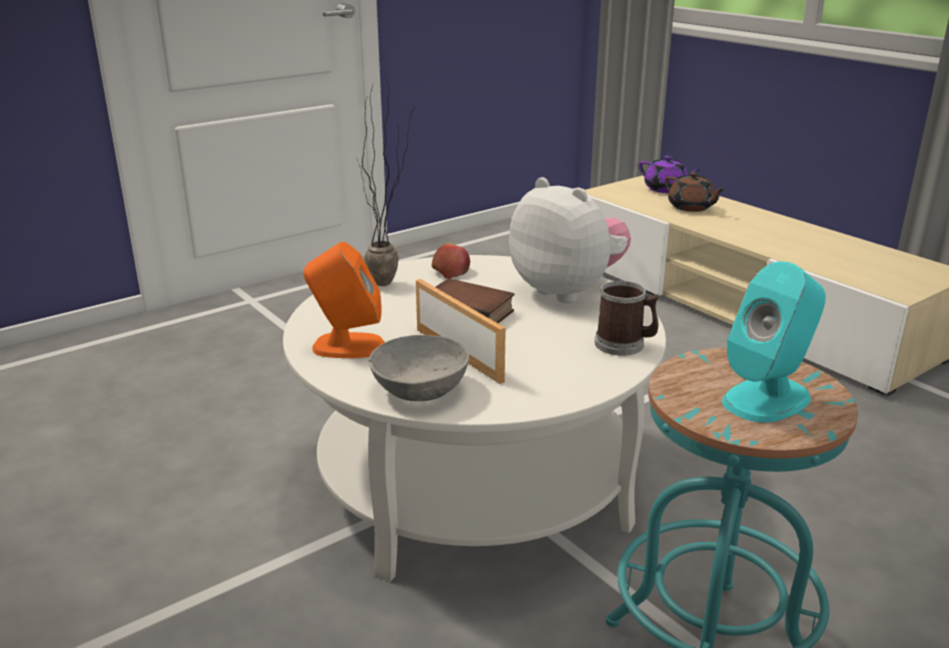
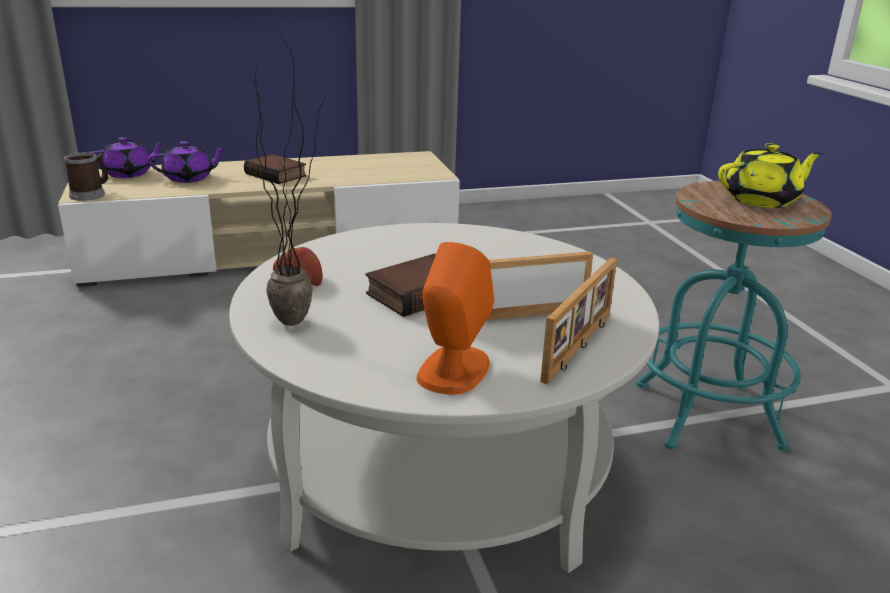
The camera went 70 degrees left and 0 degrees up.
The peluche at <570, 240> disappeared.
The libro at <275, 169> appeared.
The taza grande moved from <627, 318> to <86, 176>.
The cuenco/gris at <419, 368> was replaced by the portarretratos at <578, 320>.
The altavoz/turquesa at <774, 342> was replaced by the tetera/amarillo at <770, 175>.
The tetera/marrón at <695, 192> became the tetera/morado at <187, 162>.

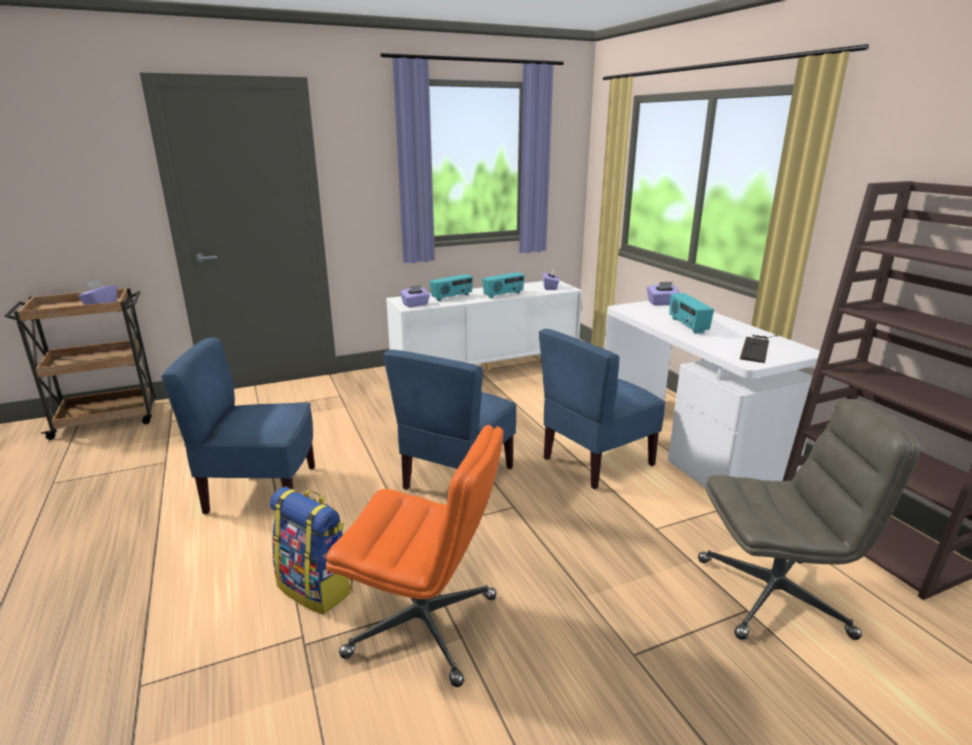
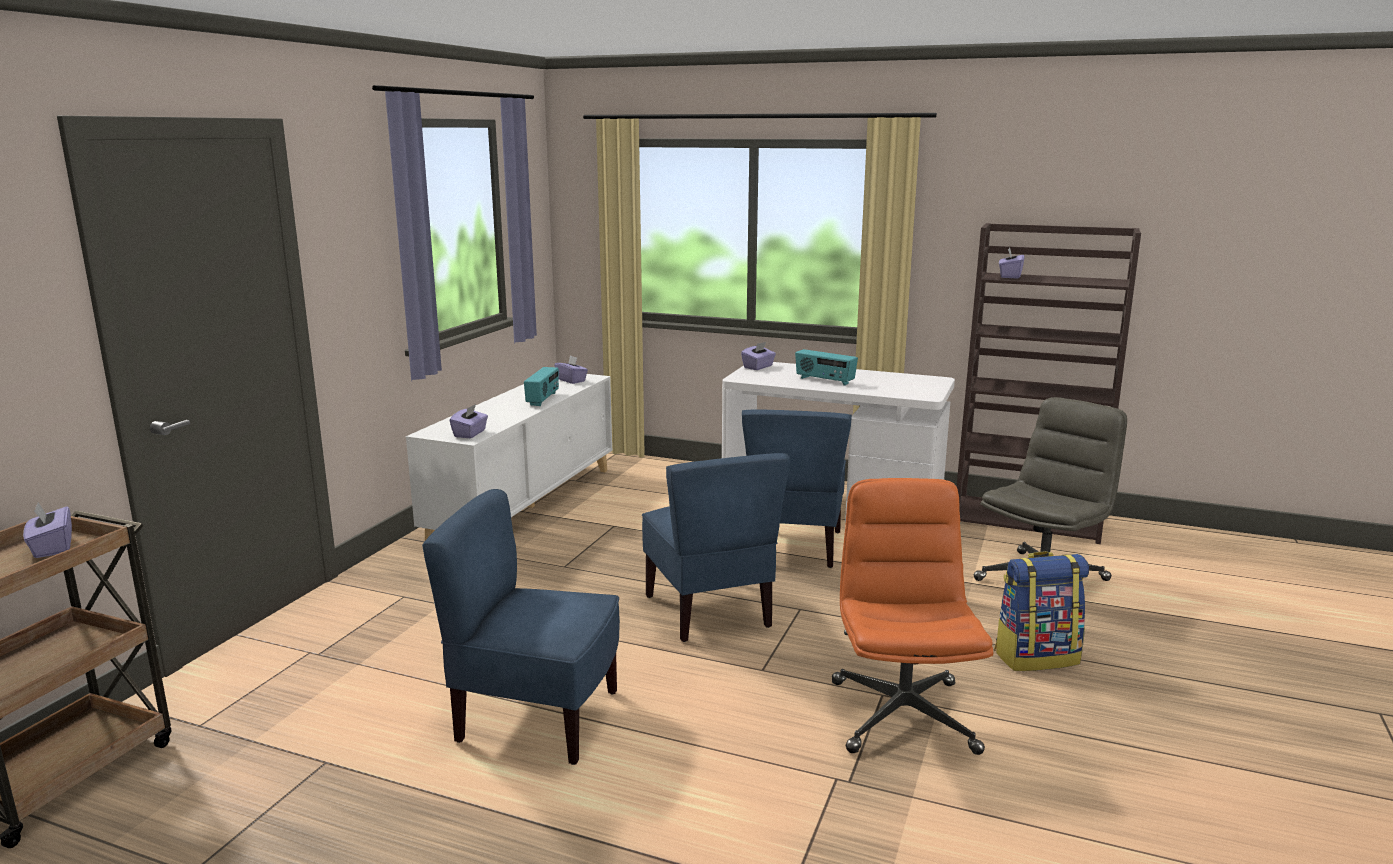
The camera went 45 degrees left and 5 degrees down.
The radio at <451, 287> disappeared.
The teclado at <758, 349> disappeared.
The caja de pañuelos/morado at <1012, 263> appeared.
The mochila moved from <311, 551> to <1041, 611>.
The silla/azul at <238, 425> turned 60 degrees clockwise.
The silla de oficina/naranja at <415, 556> turned 60 degrees counterclockwise.

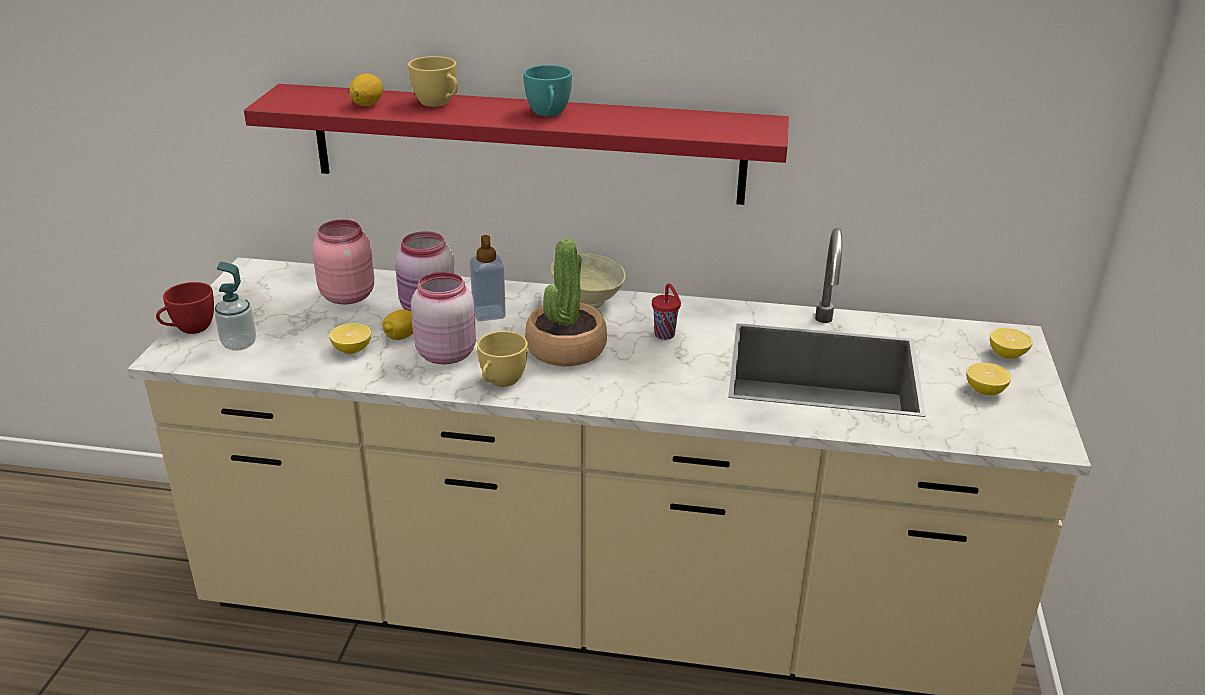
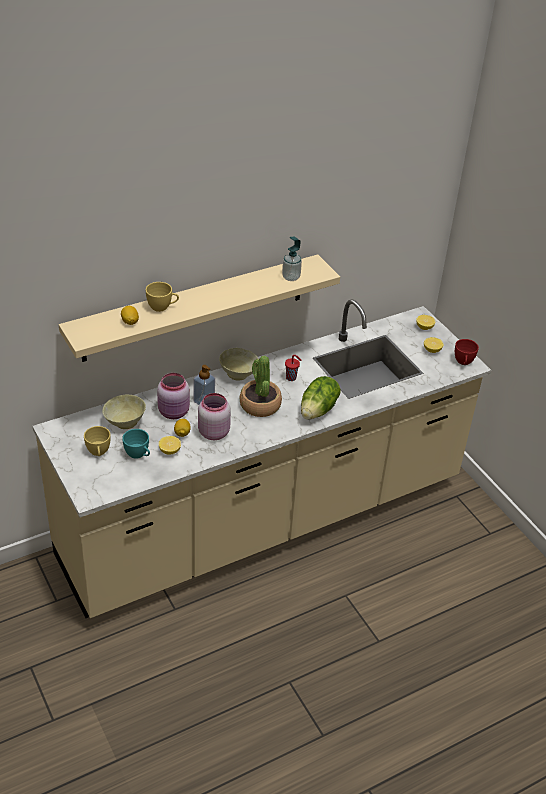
The camera went 40 degrees left and 10 degrees up.
The lechuga at <321, 398> appeared.
The taza/rojo moved from <185, 308> to <467, 352>.
The dispensador de jabón moved from <235, 306> to <292, 259>.
The taza/amarillo moved from <502, 359> to <97, 441>.
The taza/turquesa moved from <547, 91> to <136, 444>.
The tarro/rosa at <343, 262> was replaced by the cuenco/beis at <124, 412>.
The estante/rojo at <516, 144> became the estante/beis at <199, 308>.

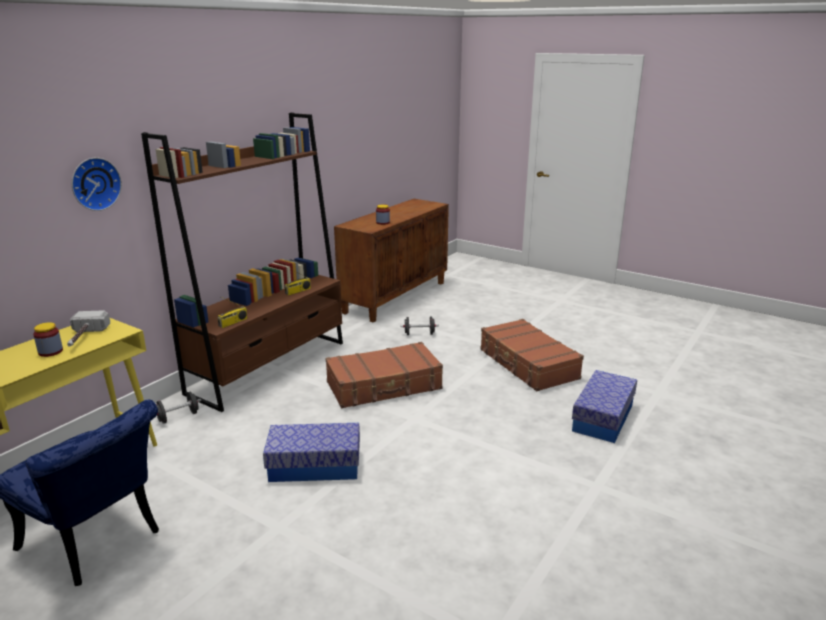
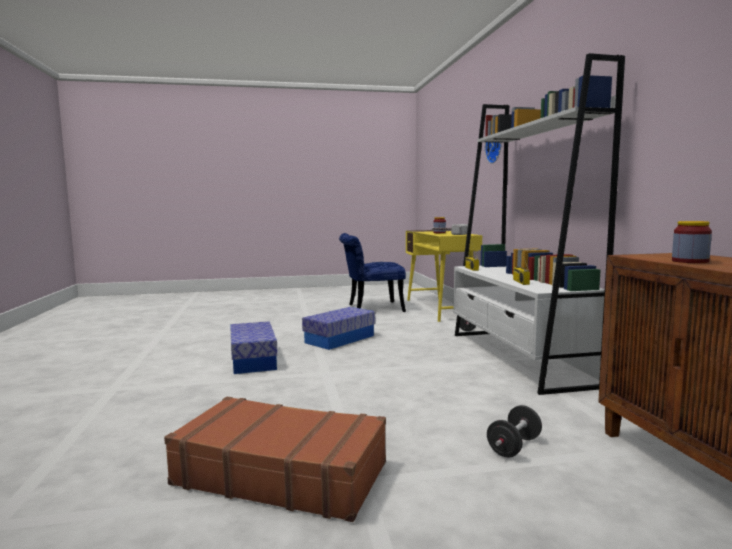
The camera went 135 degrees right and 15 degrees down.
The maleta/marrón at <384, 375> disappeared.
The caja de almacenaje moved from <604, 406> to <254, 347>.
The estantería/marrón at <242, 262> became the estantería/blanco at <539, 224>.

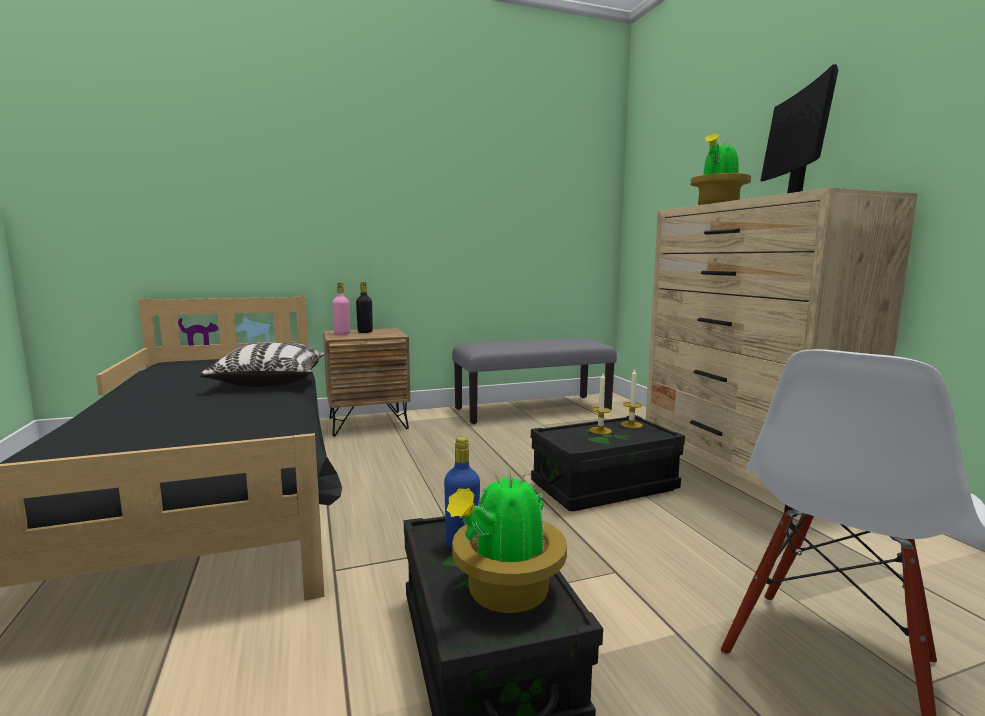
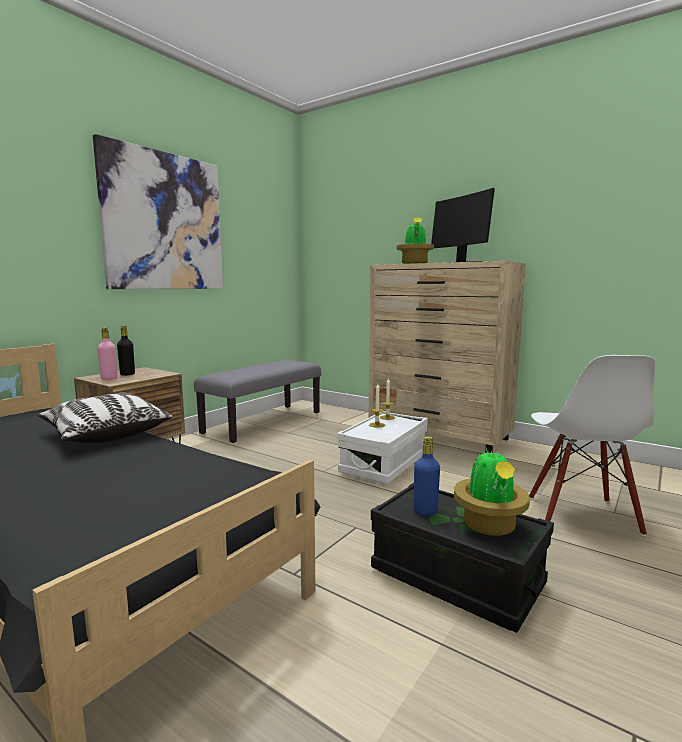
The camera went 35 degrees left and 0 degrees up.
The cuadro at <158, 211> appeared.
The caja de almacenaje/negro at <608, 463> became the caja de almacenaje/blanco at <382, 448>.

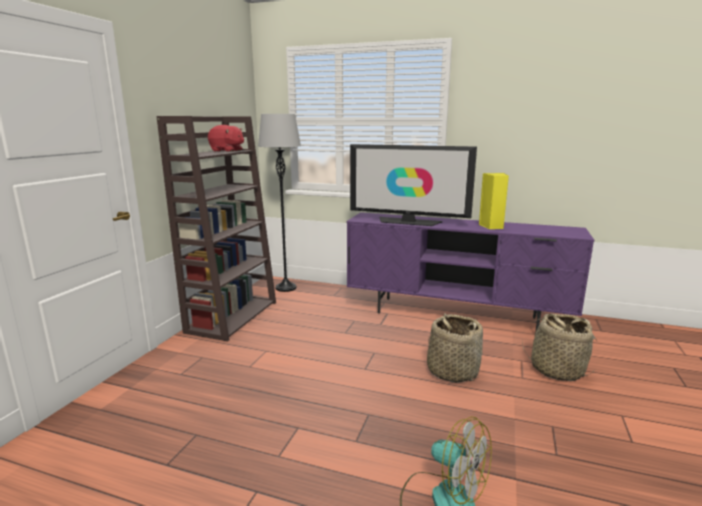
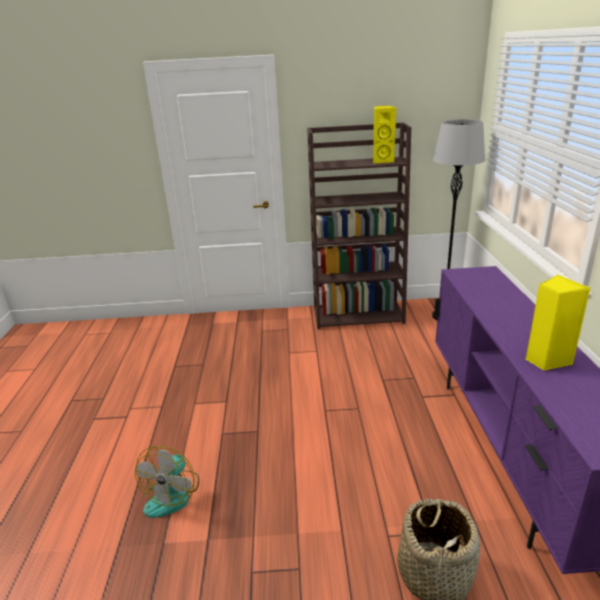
The camera went 70 degrees right and 10 degrees up.
The televisor at <413, 185> disappeared.
The cesta at <455, 348> disappeared.
The peluche/rojo at <226, 138> was replaced by the altavoz/amarillo at <385, 134>.

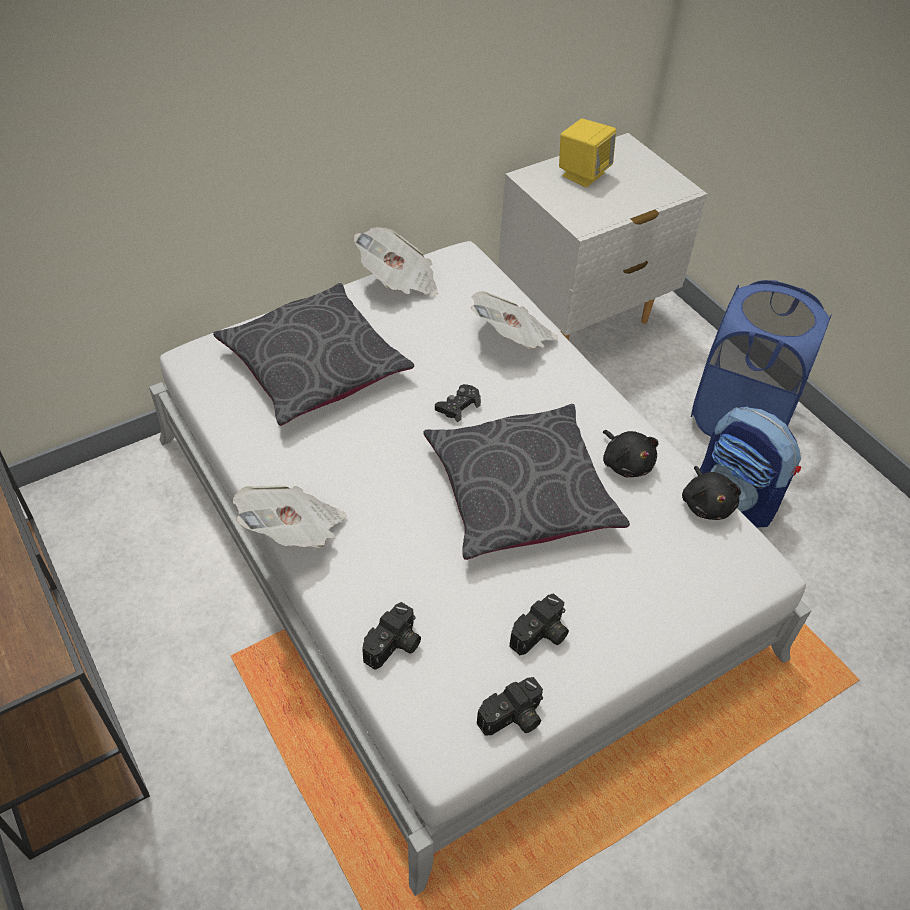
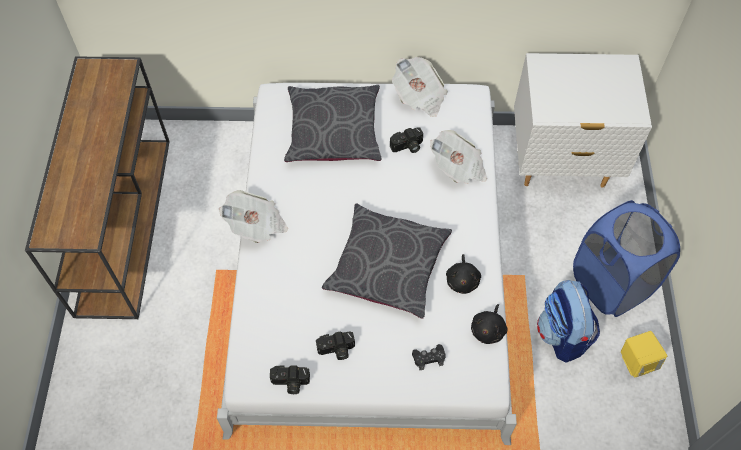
The camera went 35 degrees right and 10 degrees up.
The cámara moved from <391, 636> to <406, 140>.
The mando de consola/negro moved from <458, 403> to <429, 357>.
The altavoz/amarillo moved from <587, 153> to <644, 354>.

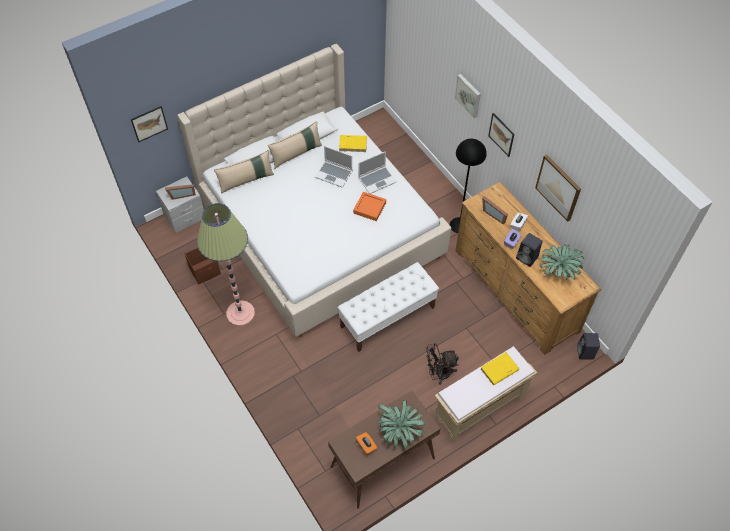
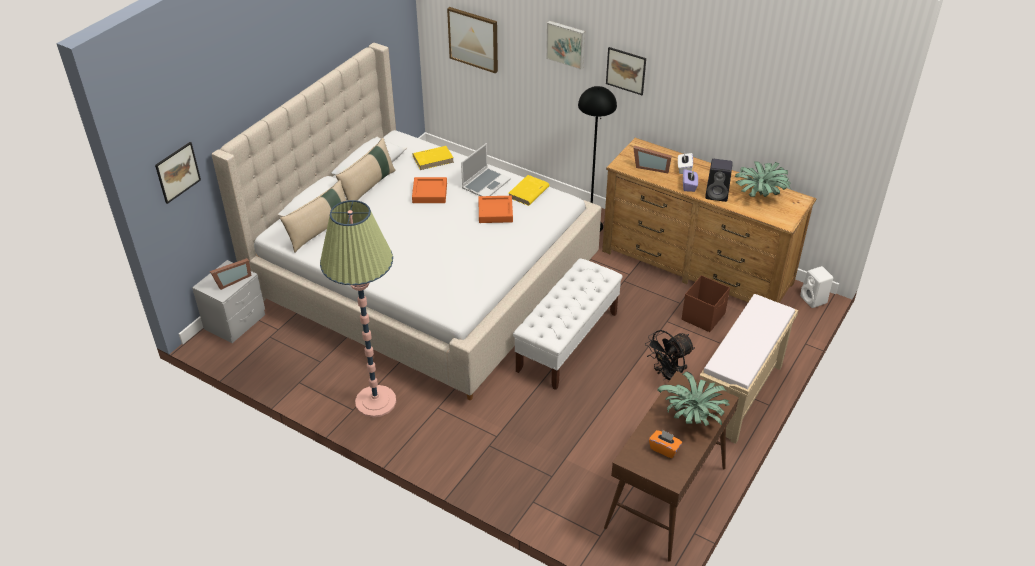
The camera went 25 degrees left and 15 degrees down.
The caja de almacenaje/marrón moved from <203, 266> to <706, 303>.
The libro/amarillo moved from <500, 368> to <529, 190>.
The cuadro moved from <558, 188> to <472, 40>.
The portátil at <333, 167> was replaced by the bandeja/naranja at <429, 190>.
The altavoz/negro at <588, 346> became the altavoz/blanco at <816, 287>.

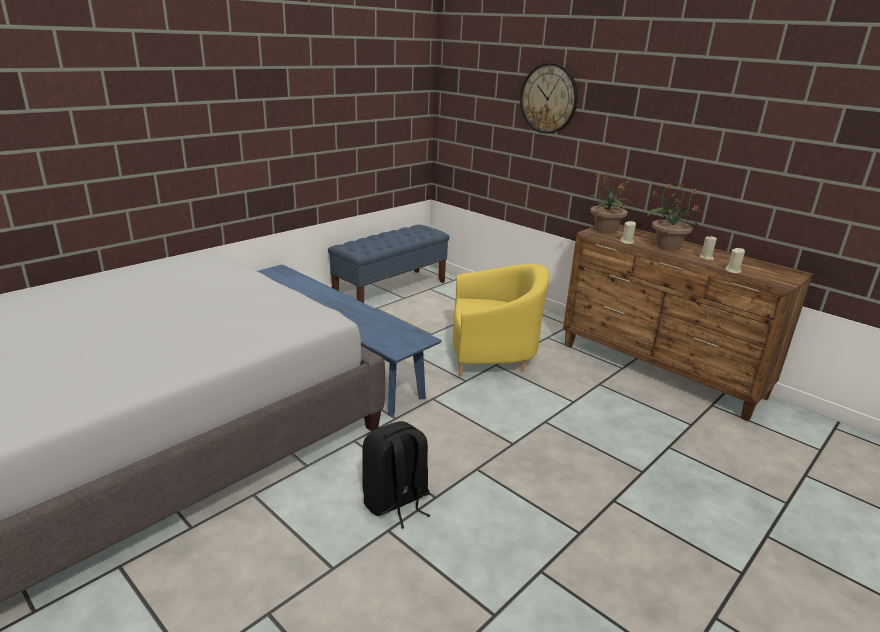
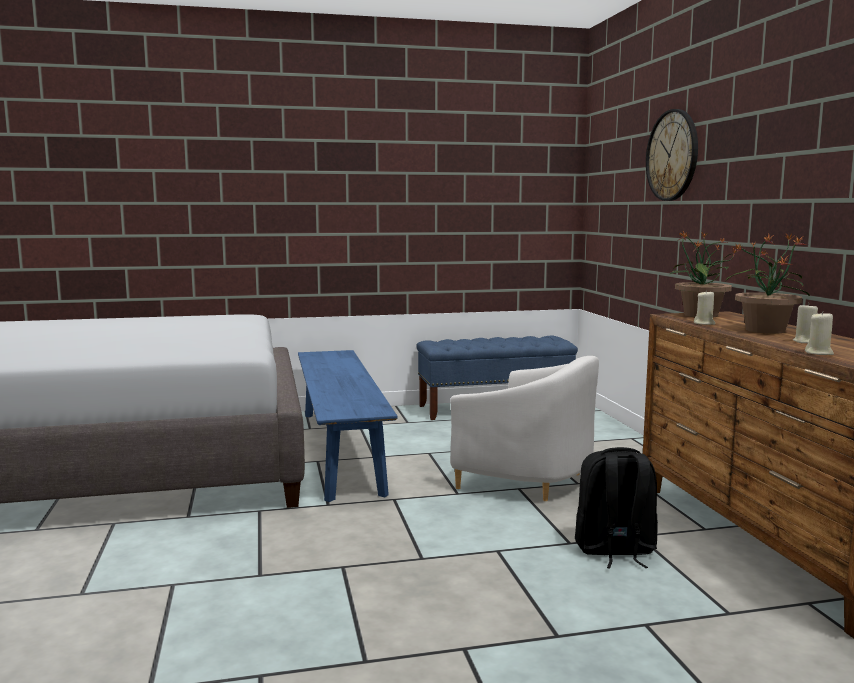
The camera went 35 degrees right and 15 degrees down.
The mochila/negro moved from <396, 475> to <616, 507>.
The sillón/amarillo at <501, 320> became the sillón/blanco at <524, 428>.

